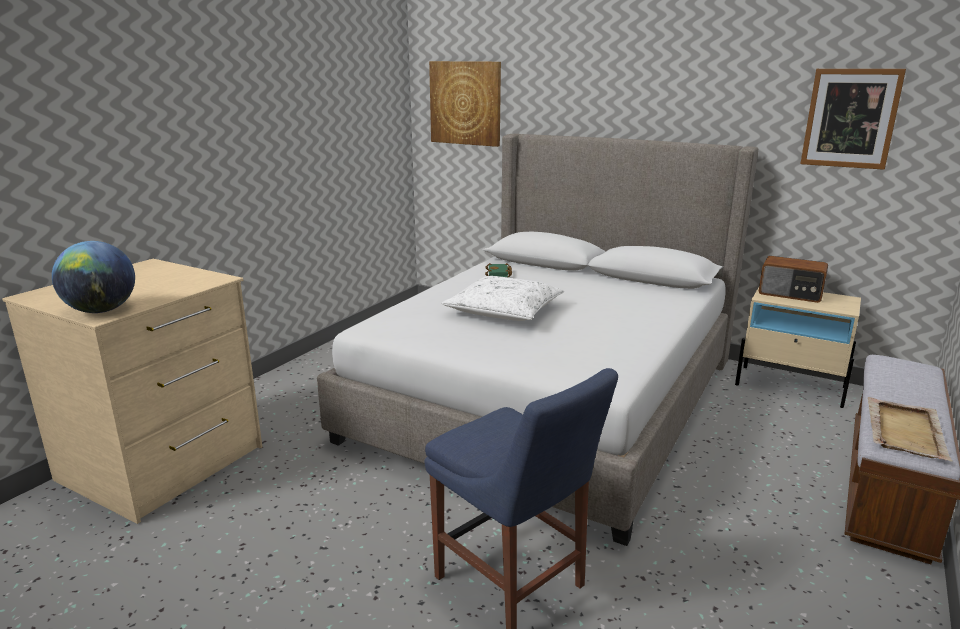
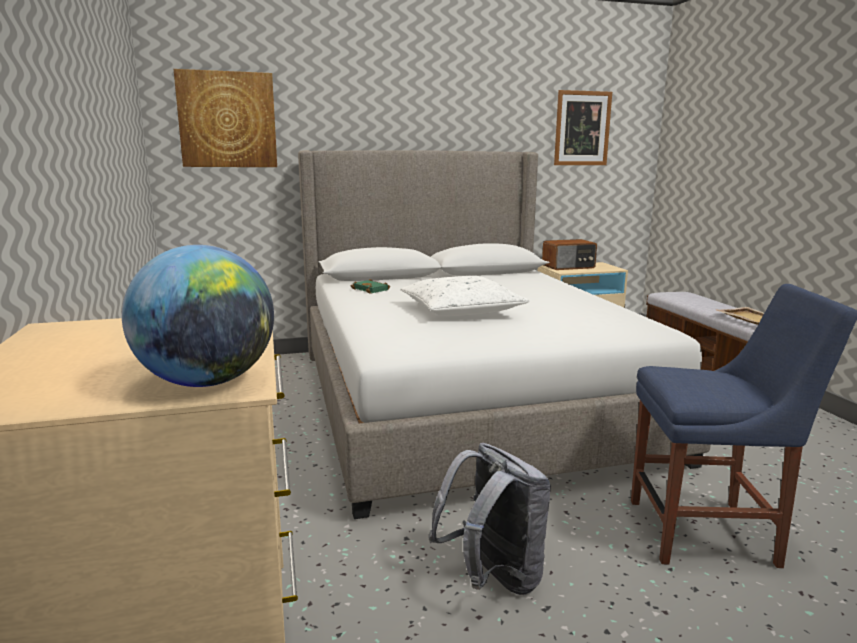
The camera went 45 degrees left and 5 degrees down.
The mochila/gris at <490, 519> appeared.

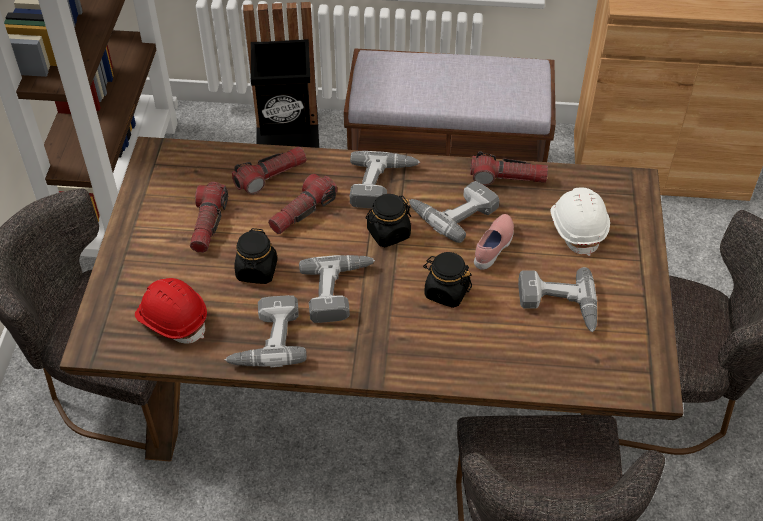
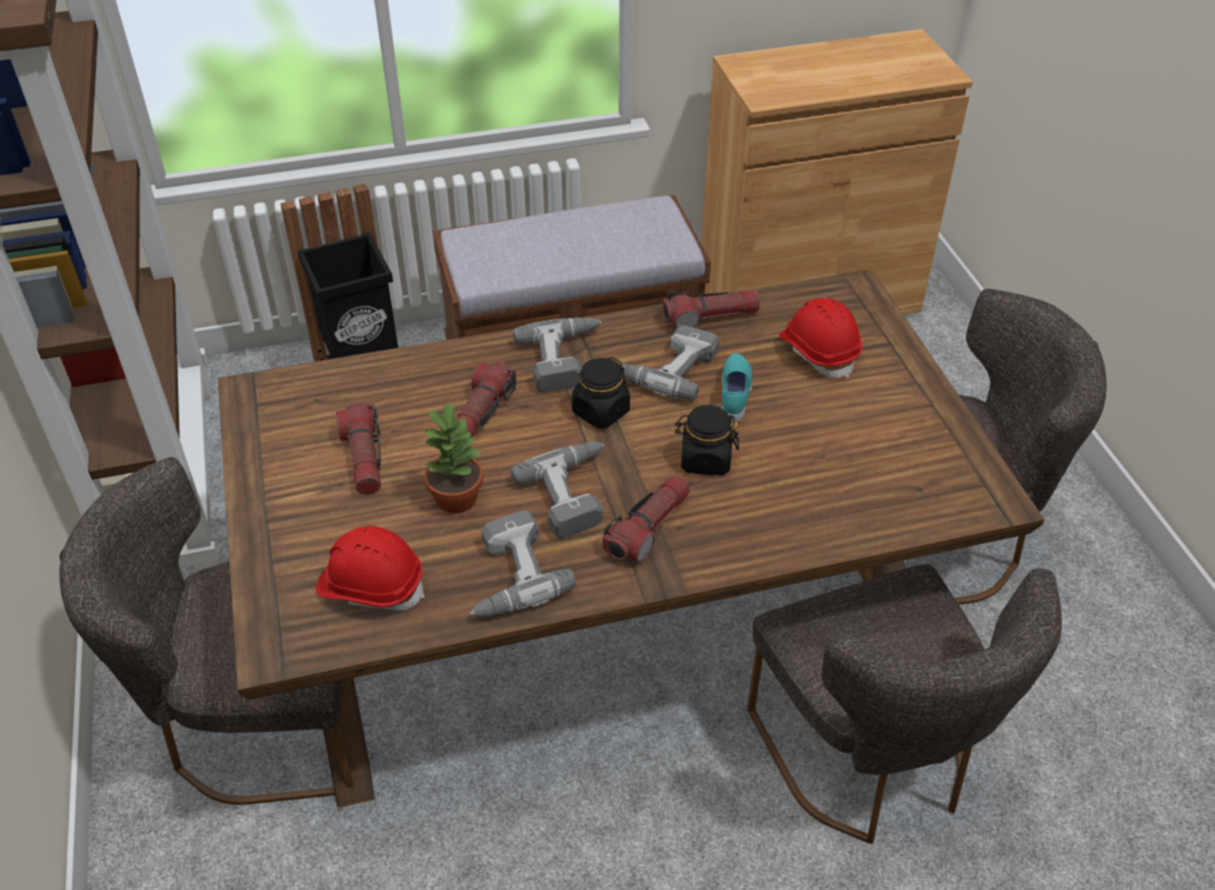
The camera went 20 degrees left and 5 degrees down.
The taladro at <557, 299> disappeared.
The linterna moved from <269, 171> to <646, 519>.
The tarro/negro at <255, 256> was replaced by the planta en maceta at <452, 456>.
The zapato/rosa at <494, 242> became the zapato/turquesa at <737, 388>.
The casco/blanco at <580, 222> became the casco/rojo at <820, 338>.

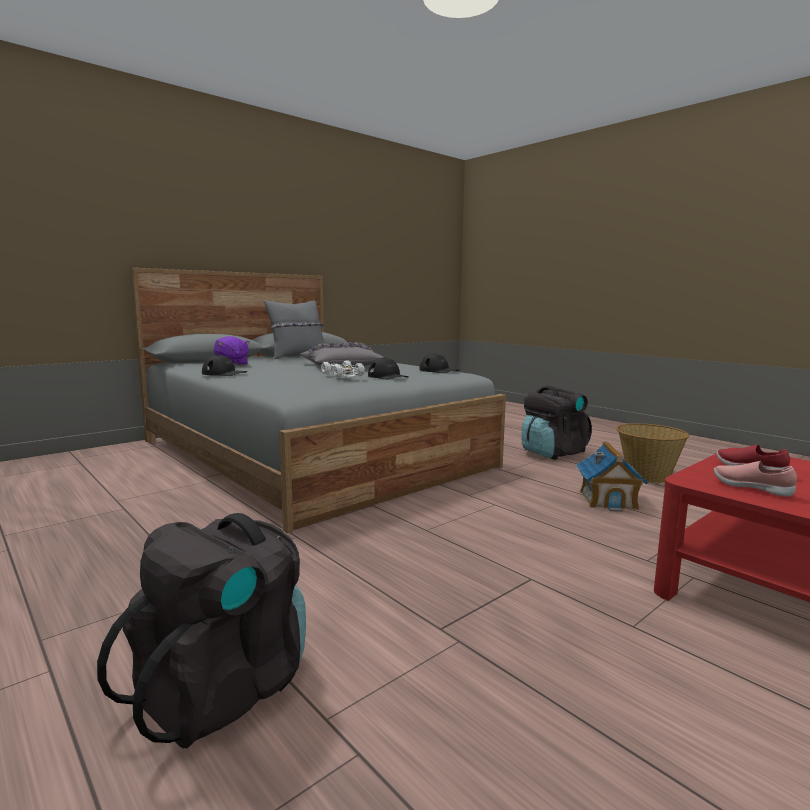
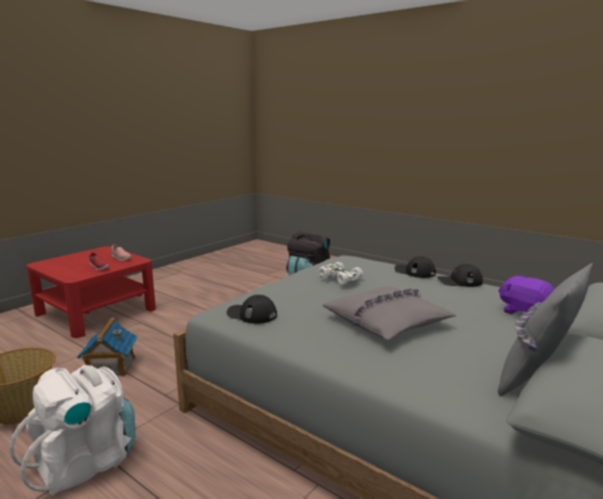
The camera went 170 degrees right and 5 degrees up.
The gorra/negro moved from <388, 369> to <415, 267>.
The mochila/negro at <557, 422> became the mochila/blanco at <72, 430>.

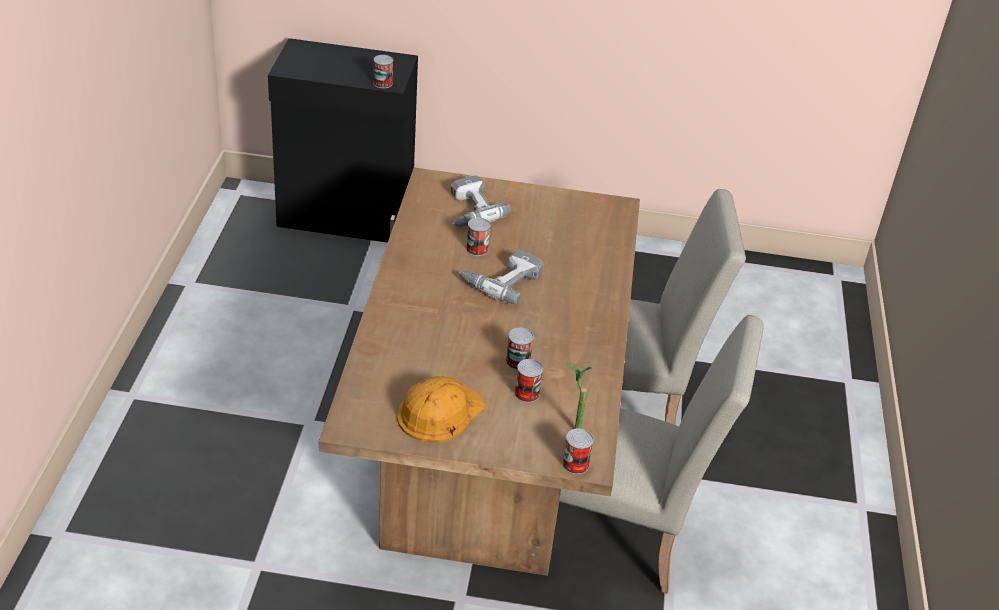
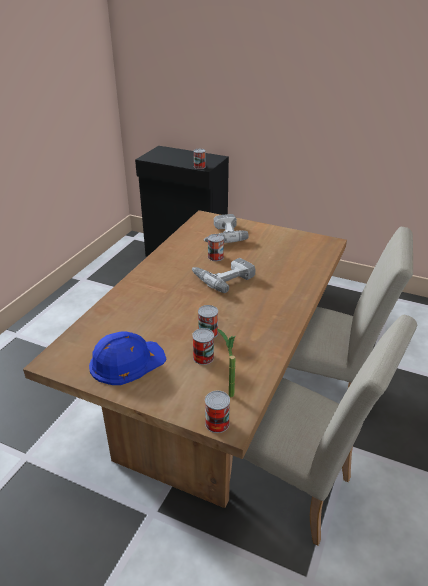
The camera went 20 degrees right and 5 degrees down.
The casco/naranja at <441, 409> became the casco/azul at <128, 358>.

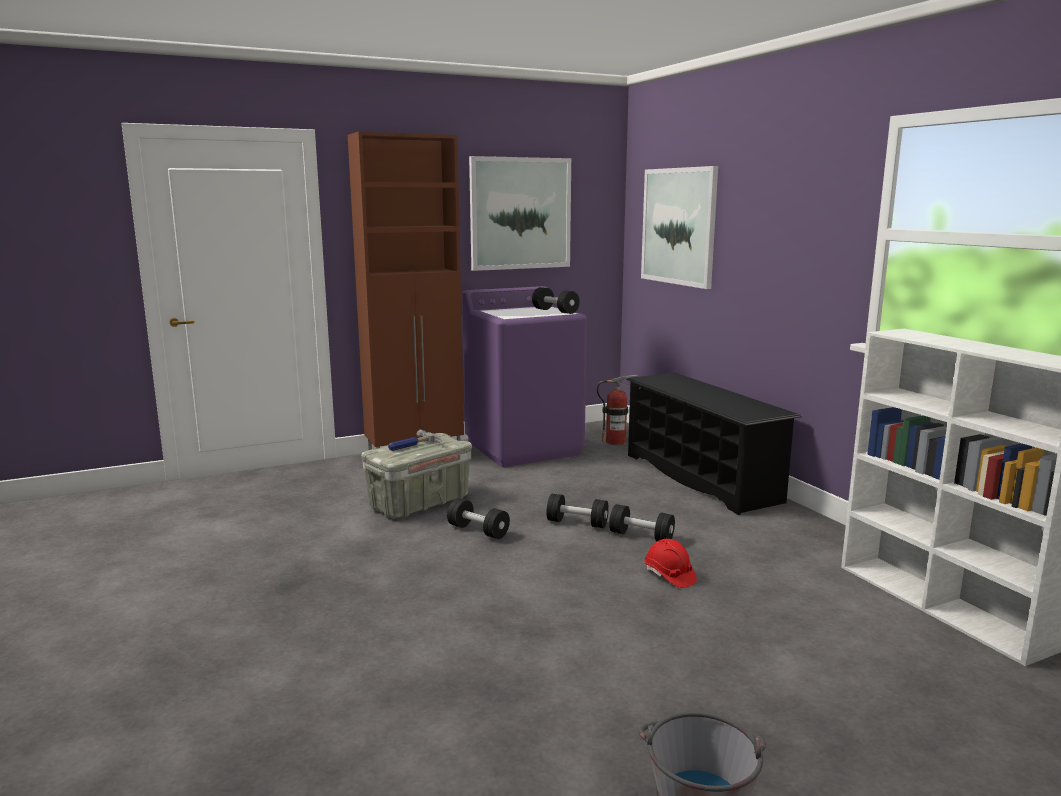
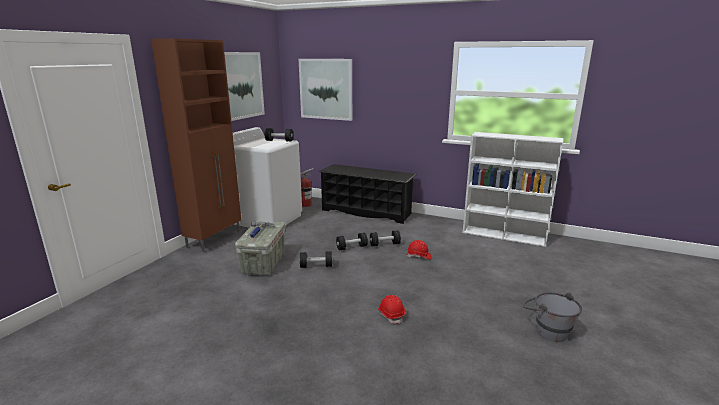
The camera went 40 degrees left and 5 degrees up.
The casco/rojo at <391, 309> appeared.
The lavadora/morado at <525, 376> became the lavadora/blanco at <267, 177>.

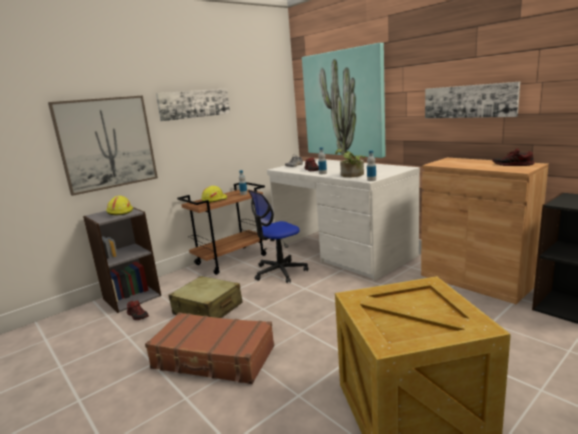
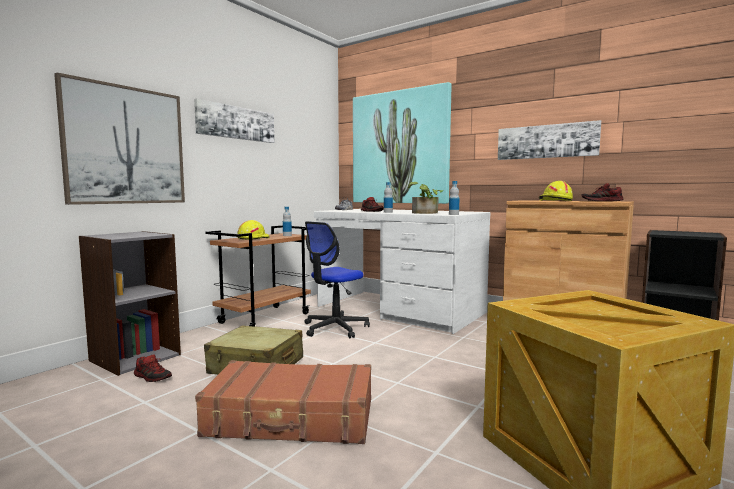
The camera went 15 degrees left and 10 degrees down.
The casco/amarillo moved from <119, 205> to <555, 191>.

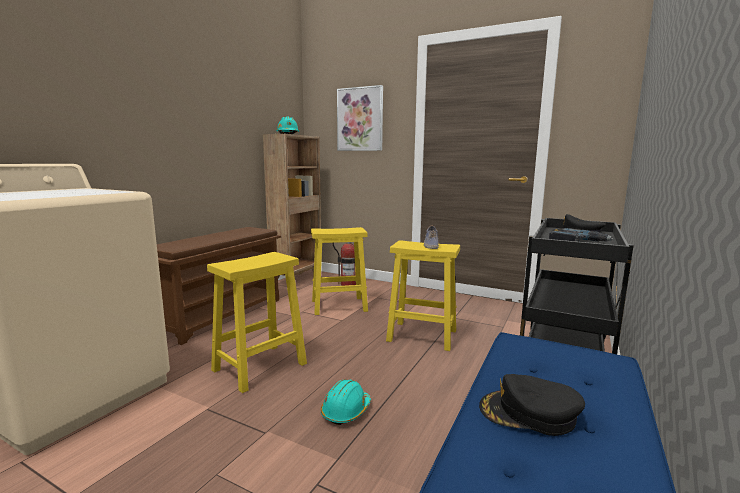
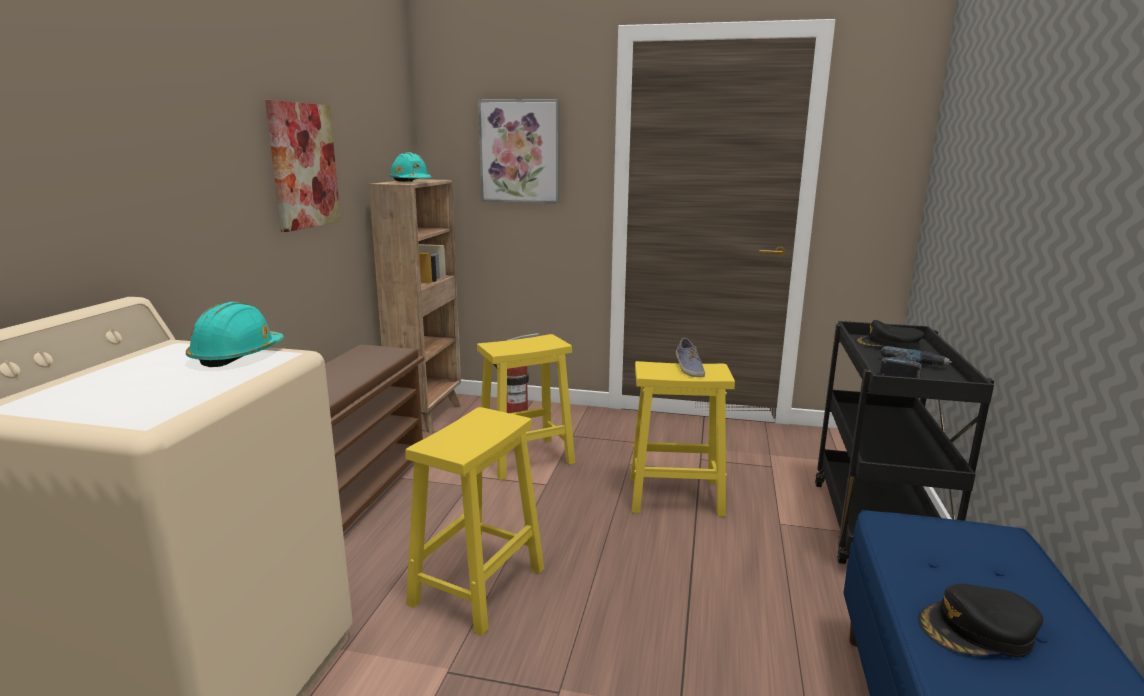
The camera went 15 degrees left and 5 degrees up.
The cuadro at <303, 166> appeared.
The casco/turquesa moved from <346, 402> to <235, 334>.

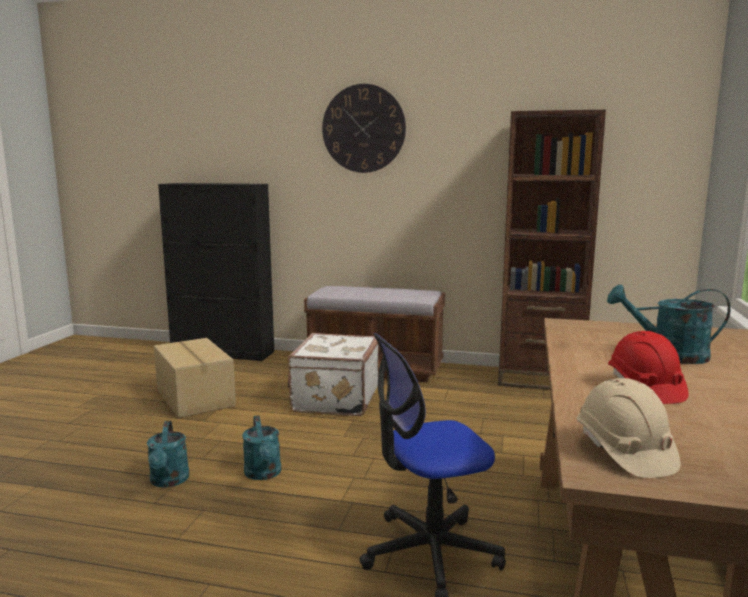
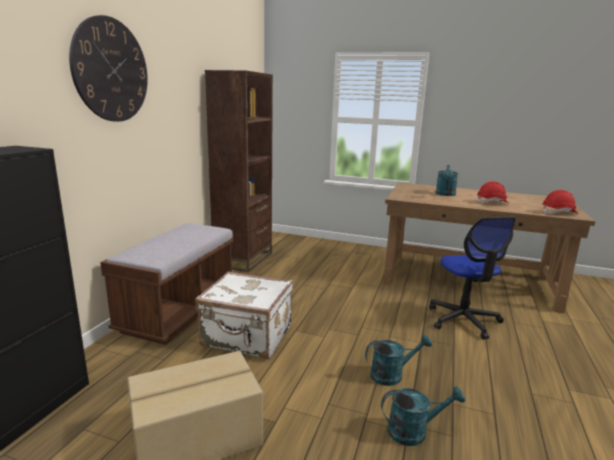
The camera went 85 degrees left and 5 degrees up.
The casco/beis at <629, 428> became the casco/rojo at <560, 202>.

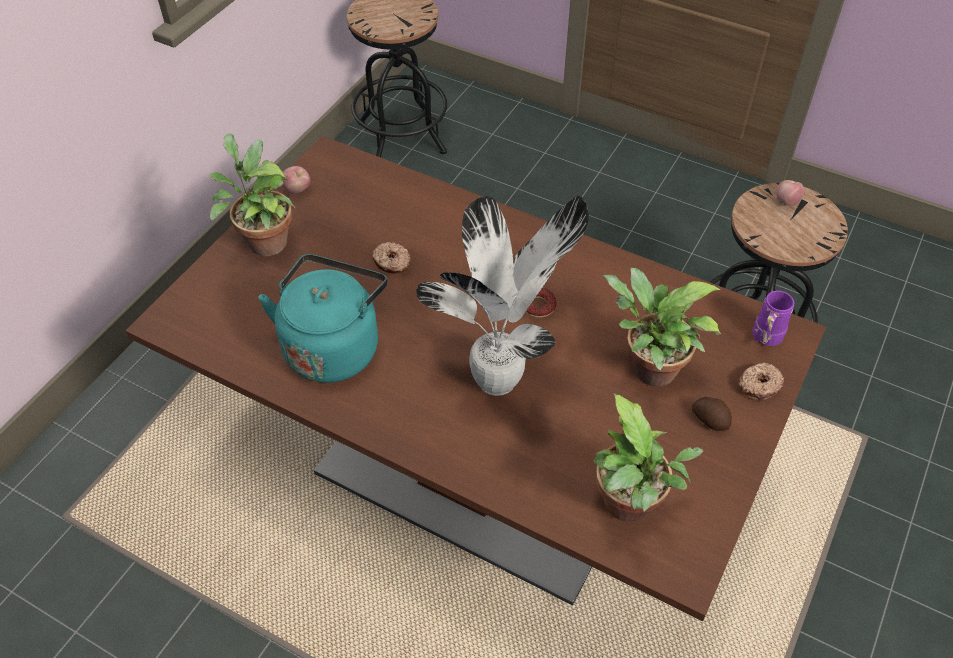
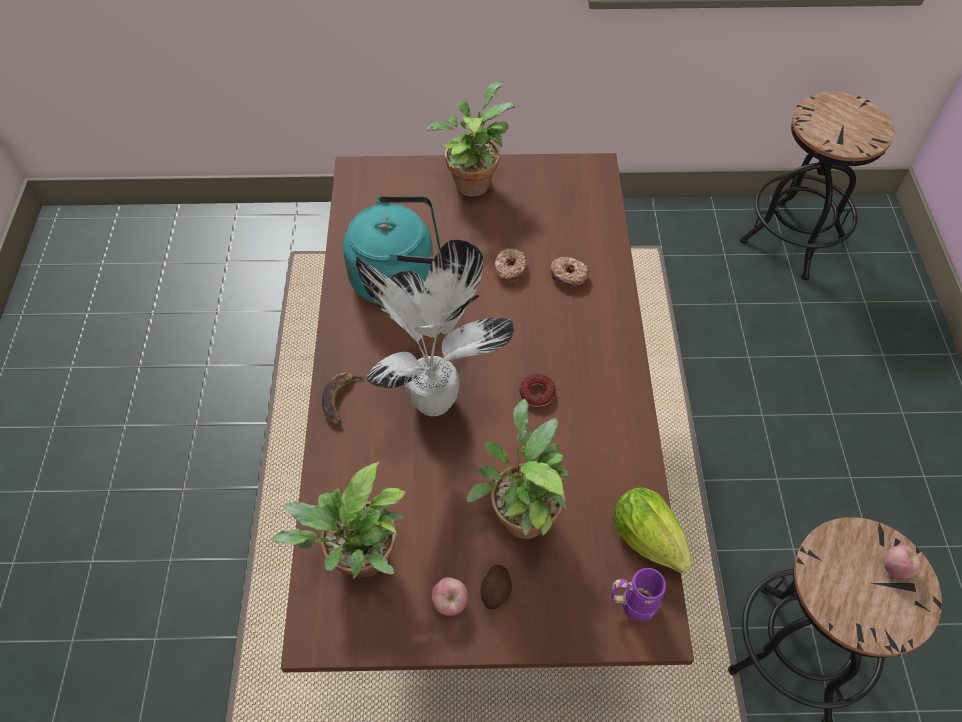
The camera went 60 degrees right and 5 degrees up.
The plátano at <344, 398> appeared.
The lechuga at <653, 530> appeared.
The manzana moved from <296, 180> to <450, 596>.
The rosquilla moved from <761, 381> to <570, 272>.

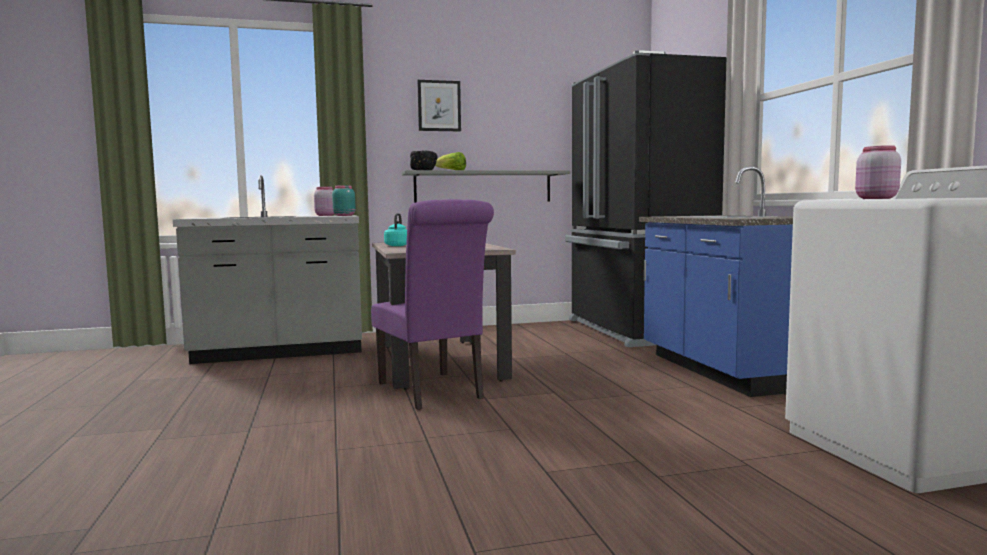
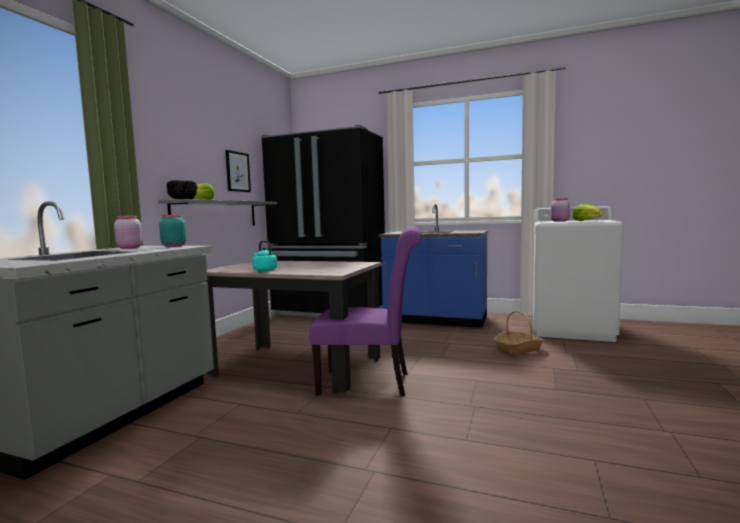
The camera went 55 degrees left and 0 degrees up.
The cesta at <519, 333> appeared.
The lechuga at <588, 212> appeared.
The cuadro moved from <439, 105> to <238, 171>.

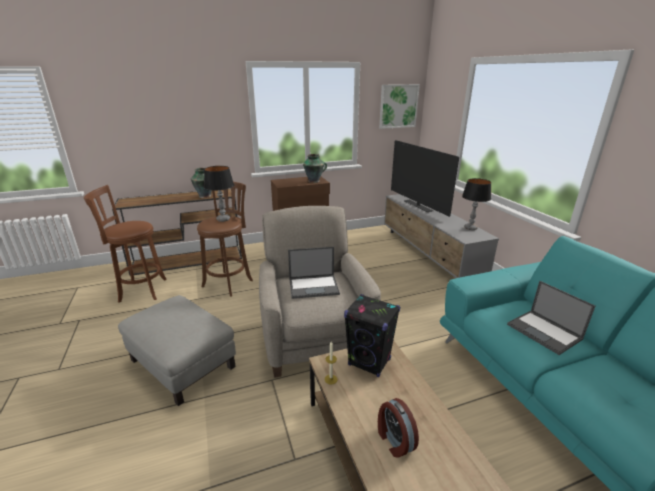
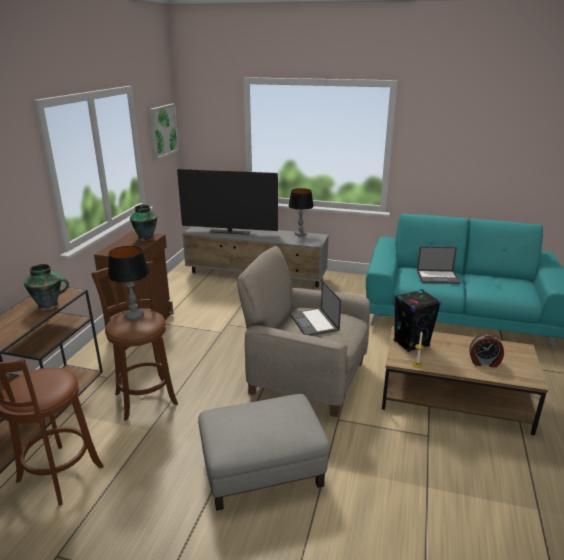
The camera went 55 degrees left and 0 degrees up.
The portátil at <314, 273> turned 135 degrees clockwise.

